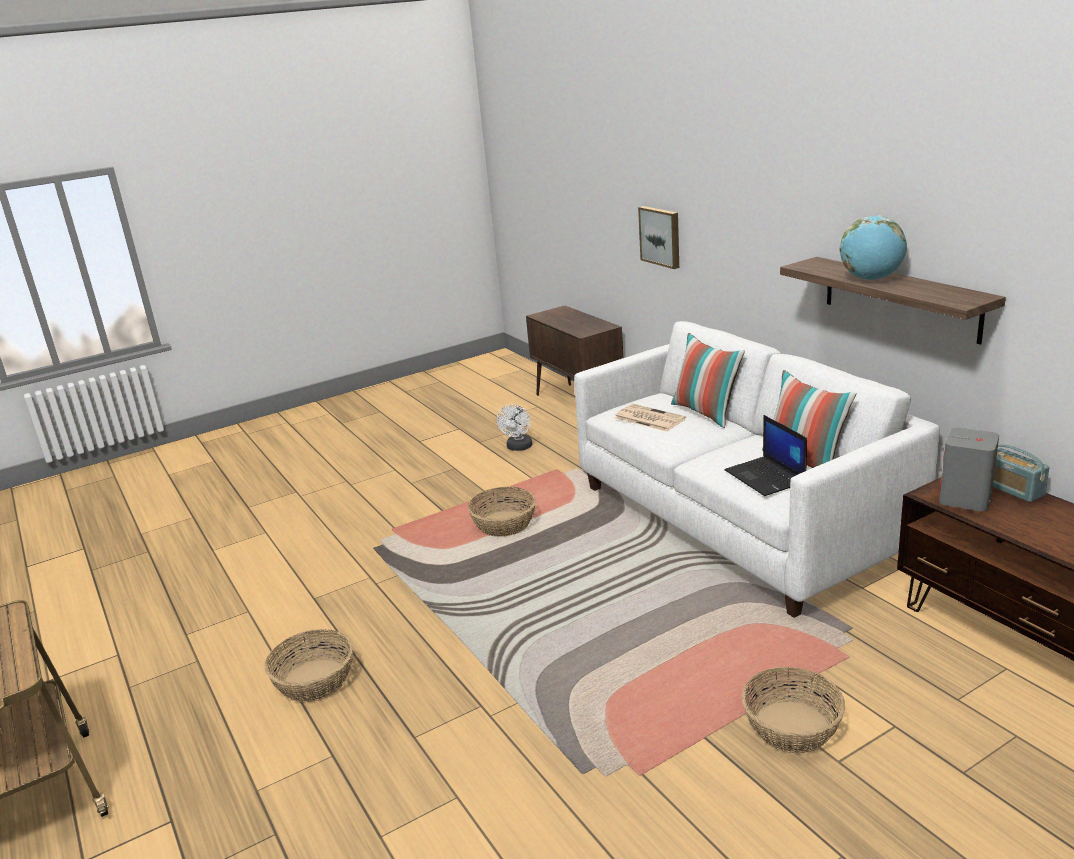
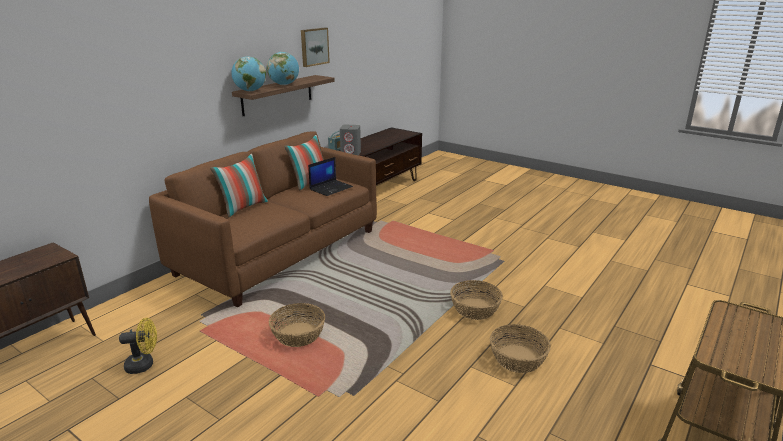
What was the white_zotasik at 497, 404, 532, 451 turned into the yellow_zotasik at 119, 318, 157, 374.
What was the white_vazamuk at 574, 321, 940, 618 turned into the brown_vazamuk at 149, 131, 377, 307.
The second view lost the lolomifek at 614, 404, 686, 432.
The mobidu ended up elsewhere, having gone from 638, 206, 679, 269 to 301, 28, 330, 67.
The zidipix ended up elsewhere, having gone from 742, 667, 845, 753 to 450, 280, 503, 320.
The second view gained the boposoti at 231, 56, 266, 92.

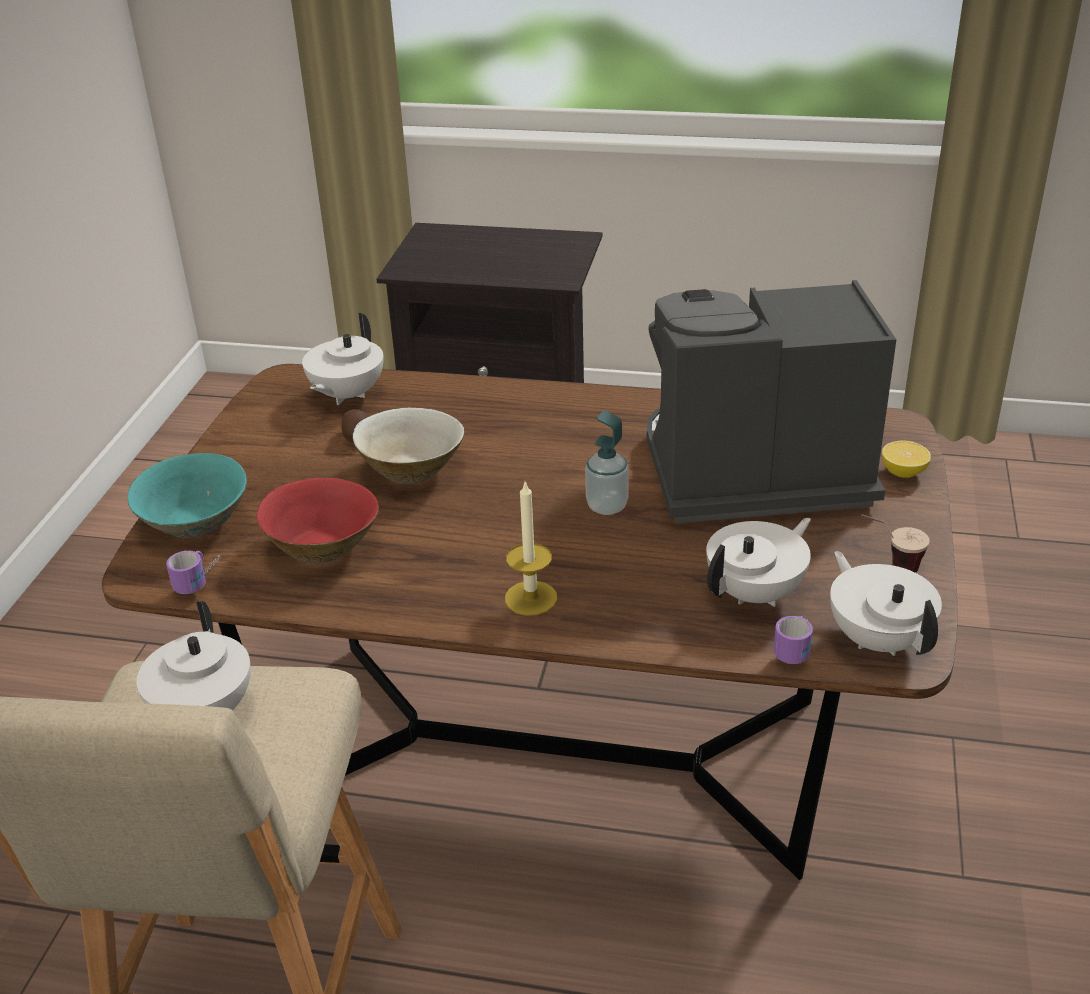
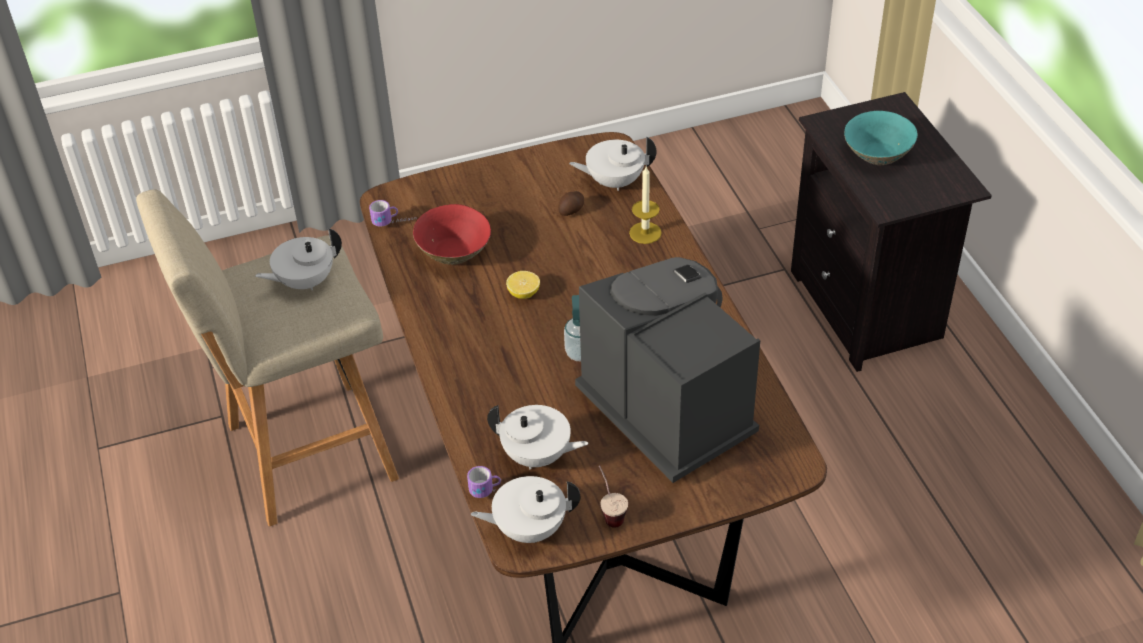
The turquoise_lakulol ended up elsewhere, having gone from 128, 453, 247, 538 to 844, 111, 918, 165.
The second view lost the beige_lakulol at 353, 408, 464, 484.
The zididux ended up elsewhere, having gone from 505, 481, 557, 616 to 629, 167, 662, 244.
The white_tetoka at 830, 551, 942, 656 ended up facing another way, 135 degrees counterclockwise from before.
The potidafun ended up elsewhere, having gone from 882, 441, 931, 478 to 506, 271, 540, 299.

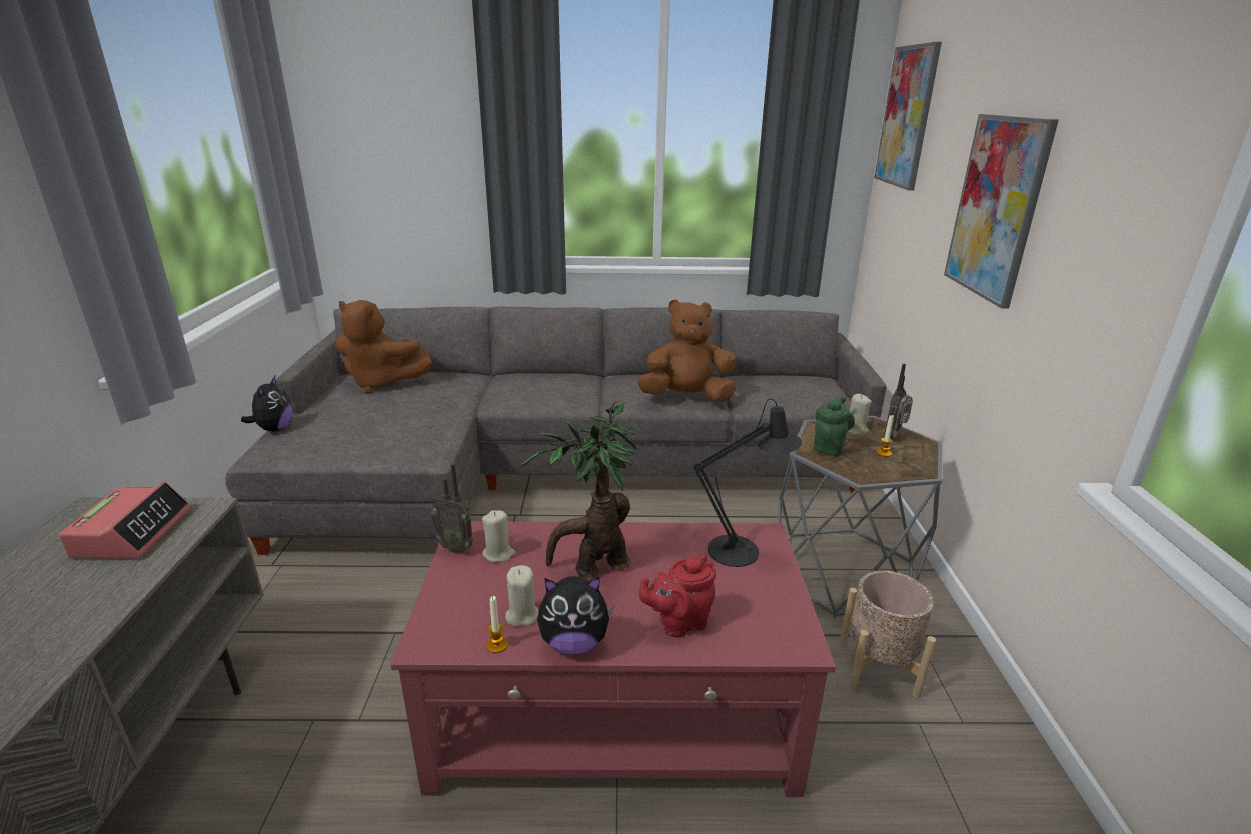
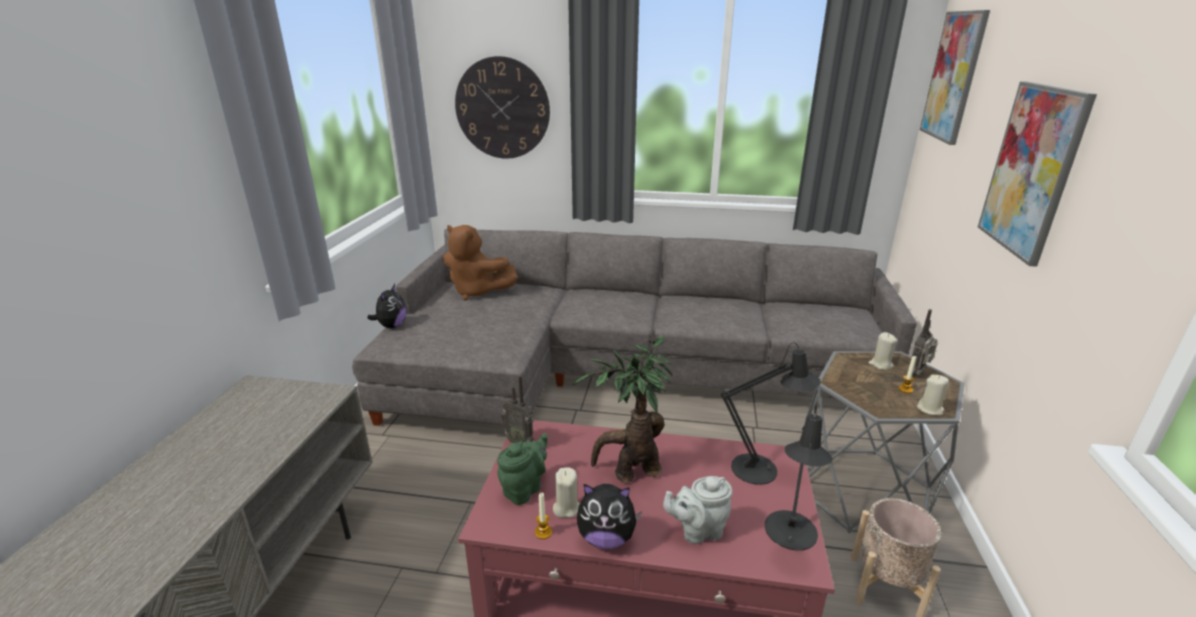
The second view lost the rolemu at 59, 482, 191, 558.
The beige_zididux ended up elsewhere, having gone from 482, 510, 515, 562 to 917, 375, 949, 416.
The second view lost the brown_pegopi at 637, 299, 736, 402.
What was the red_tetoka at 639, 556, 716, 637 turned into the grey_tetoka at 663, 476, 733, 544.
The green_tetoka ended up elsewhere, having gone from 814, 396, 855, 456 to 497, 433, 548, 505.
The second view gained the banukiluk at 455, 56, 550, 159.
The second view gained the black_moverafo at 765, 402, 832, 551.

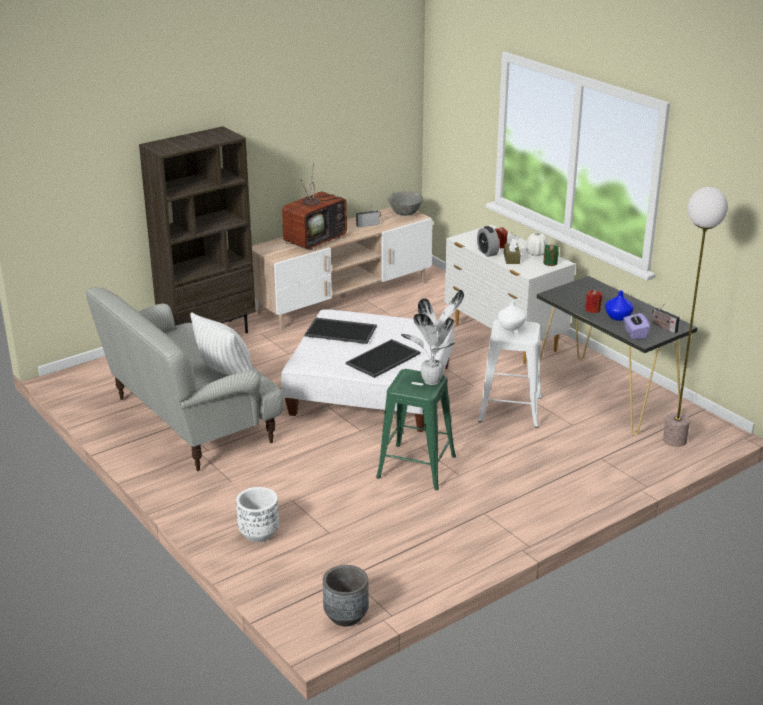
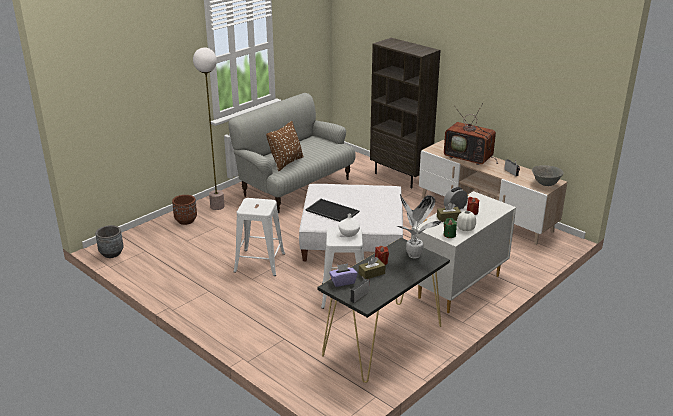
What was the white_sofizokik at 190, 313, 252, 375 turned into the brown_sofizokik at 266, 121, 304, 171.
What was the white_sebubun at 236, 487, 279, 542 turned into the brown_sebubun at 172, 195, 197, 225.
The second view lost the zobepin at 304, 318, 377, 344.
What was the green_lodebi at 376, 369, 456, 490 turned into the white_lodebi at 234, 198, 285, 276.
The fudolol ended up elsewhere, having gone from 401, 290, 464, 385 to 397, 194, 441, 258.
Where the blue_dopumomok stood at 605, 290, 634, 321, the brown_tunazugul came to stand at 359, 257, 386, 279.
The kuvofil ended up elsewhere, having gone from 663, 187, 728, 447 to 193, 47, 225, 210.

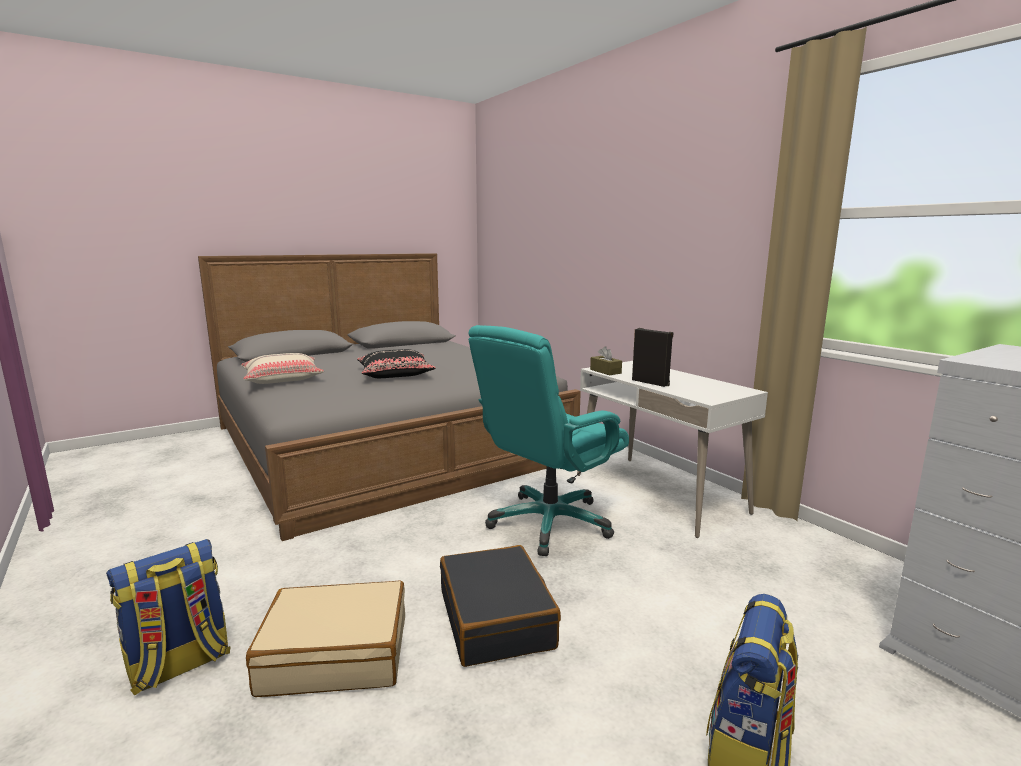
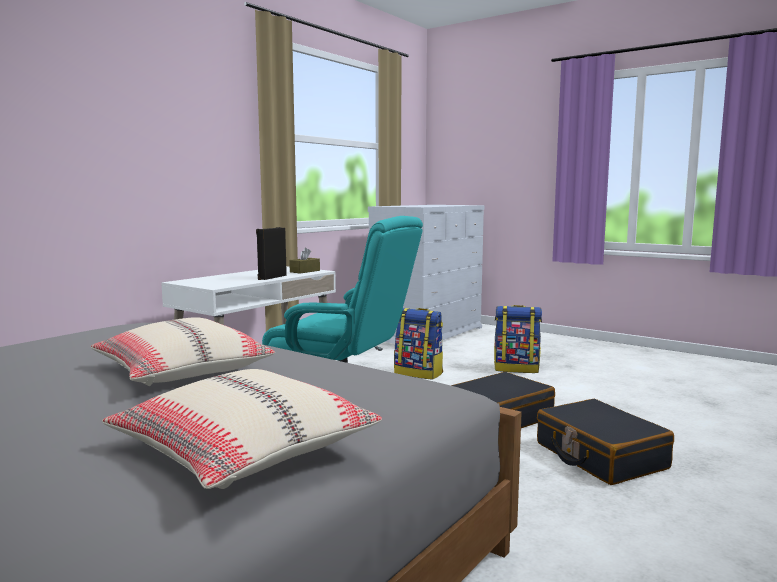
The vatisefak ended up elsewhere, having gone from 106, 539, 231, 696 to 394, 308, 443, 380.
What was the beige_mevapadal at 246, 580, 405, 697 turned into the black_mevapadal at 537, 399, 674, 485.
What was the black_sofizokik at 357, 349, 436, 378 turned into the beige_sofizokik at 91, 317, 275, 386.
The brown_tunazugul ended up elsewhere, having gone from 590, 346, 622, 375 to 289, 248, 320, 273.

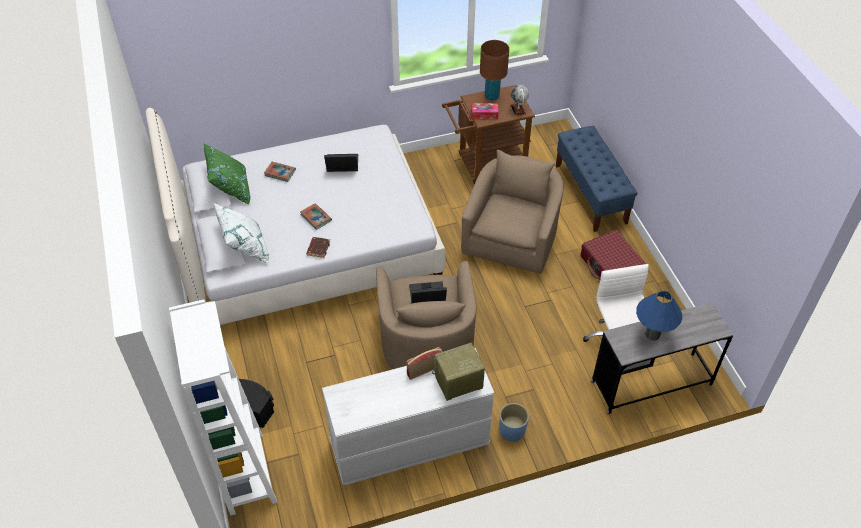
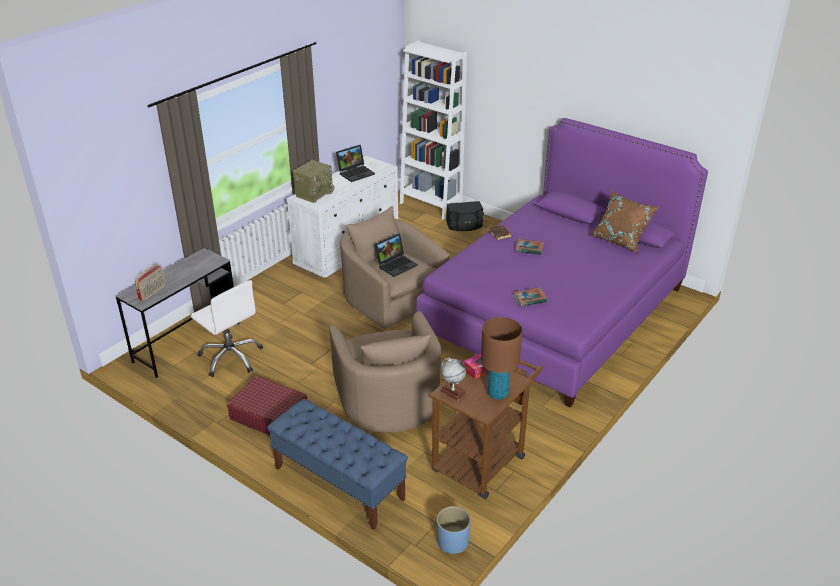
What was the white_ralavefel at 146, 108, 445, 325 turned into the purple_ralavefel at 416, 118, 708, 407.
What was the green_sofizokik at 204, 144, 250, 204 turned into the brown_sofizokik at 589, 190, 659, 253.
The second view lost the white_sofizokik at 214, 203, 269, 263.
The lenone ended up elsewhere, having gone from 264, 162, 296, 182 to 513, 287, 547, 306.
The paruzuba ended up elsewhere, having gone from 324, 154, 358, 172 to 336, 145, 375, 182.
The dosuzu ended up elsewhere, having gone from 407, 347, 443, 380 to 135, 265, 166, 301.
The blue_sebubun ended up elsewhere, having gone from 499, 403, 529, 442 to 437, 506, 471, 554.
The second view lost the blue_moverafo at 636, 290, 682, 341.

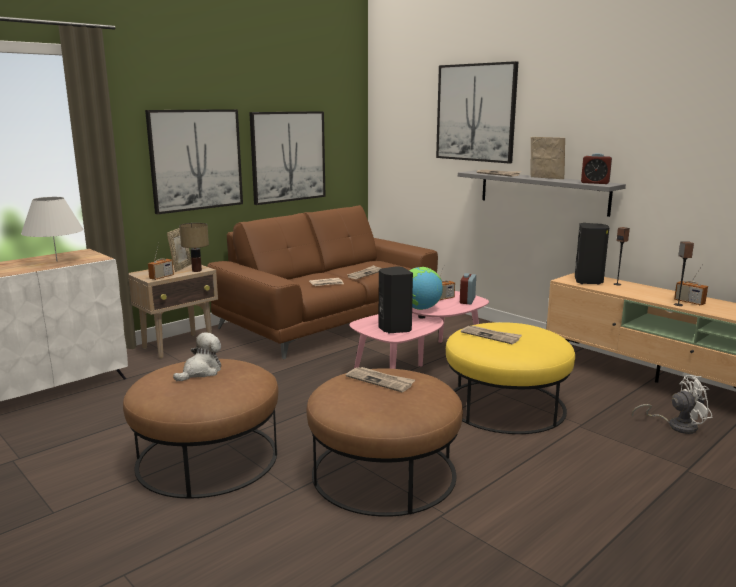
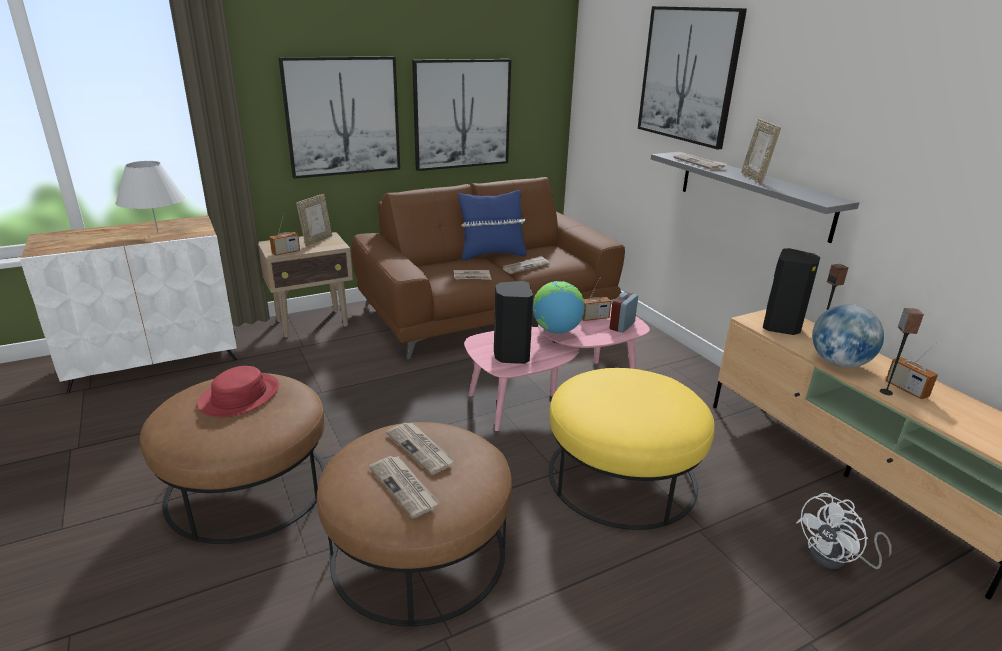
Where the pegopi stood at 173, 332, 221, 381, the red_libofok came to stand at 197, 366, 279, 417.
The second view lost the moverafo at 179, 223, 209, 272.
The lolomifek ended up elsewhere, having gone from 461, 326, 522, 344 to 369, 456, 440, 519.
The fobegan at 531, 137, 565, 179 ended up facing another way, 150 degrees counterclockwise from before.
The second view lost the rolemu at 581, 153, 612, 184.
The white_zotasik at 632, 375, 713, 434 ended up facing another way, 135 degrees clockwise from before.
The second view gained the blue_sofizokik at 458, 190, 526, 261.
The second view gained the boposoti at 812, 304, 884, 368.

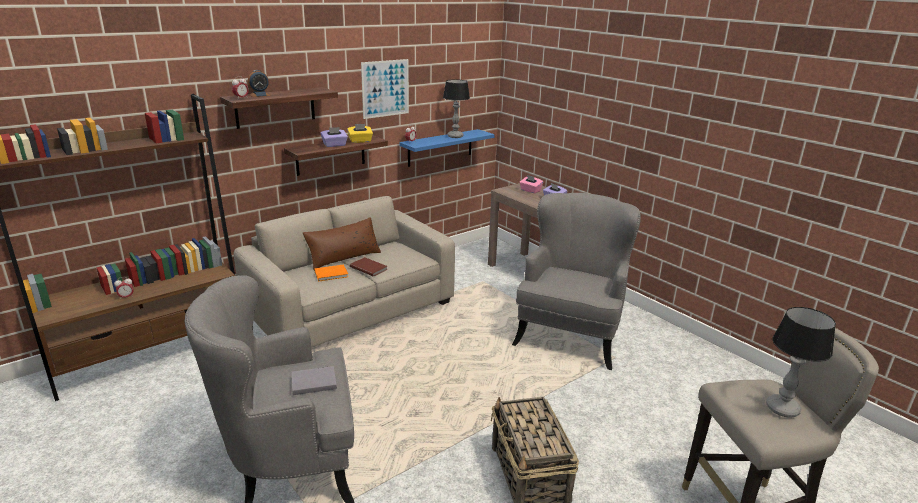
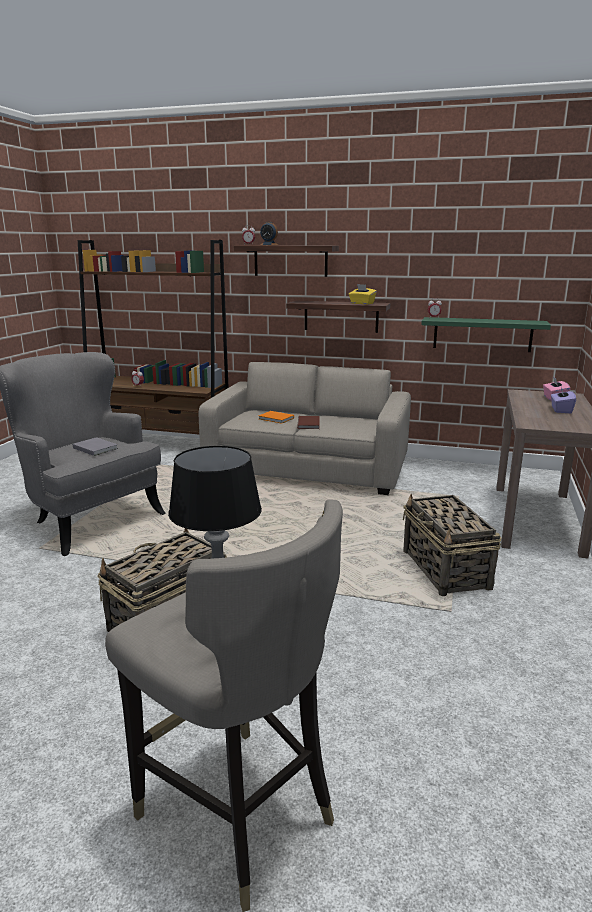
The second view lost the brown_sofizokik at 303, 217, 381, 270.
The second view lost the purple_tunazugul at 321, 127, 348, 147.
The second view lost the mobidu at 361, 59, 409, 119.
What was the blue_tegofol at 399, 129, 495, 167 turned into the green_tegofol at 421, 317, 551, 352.
The second view lost the moverafo at 443, 79, 470, 138.
Where the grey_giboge stood at 512, 193, 641, 370, the zidipix came to stand at 403, 494, 502, 596.

